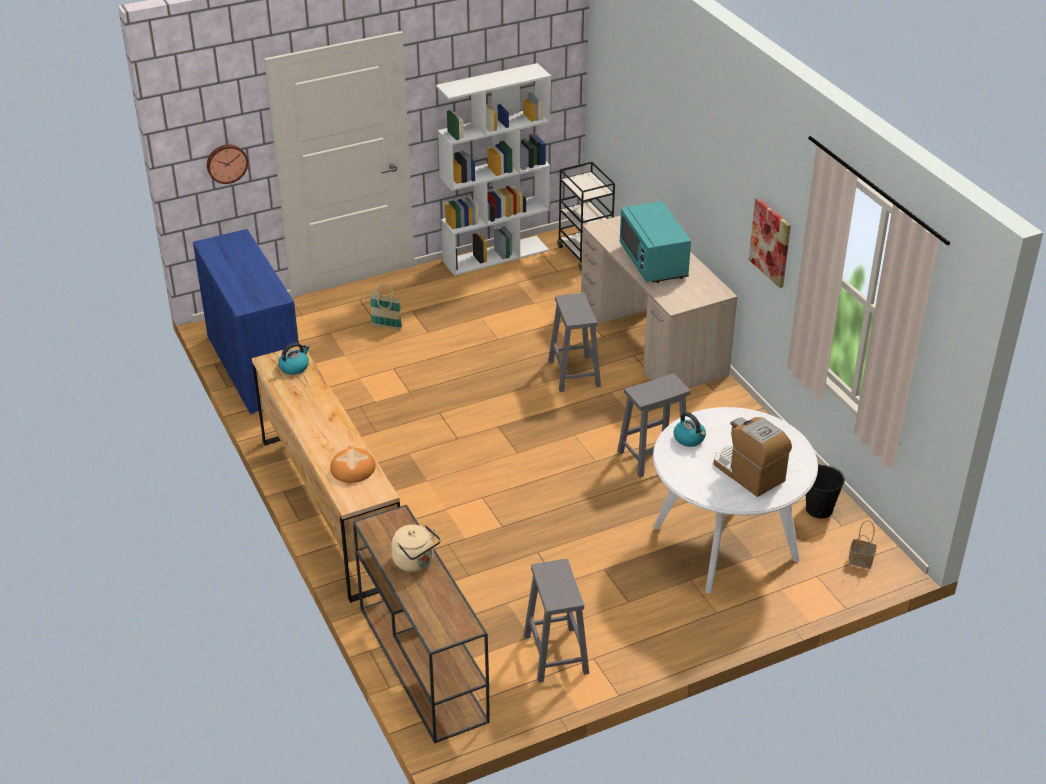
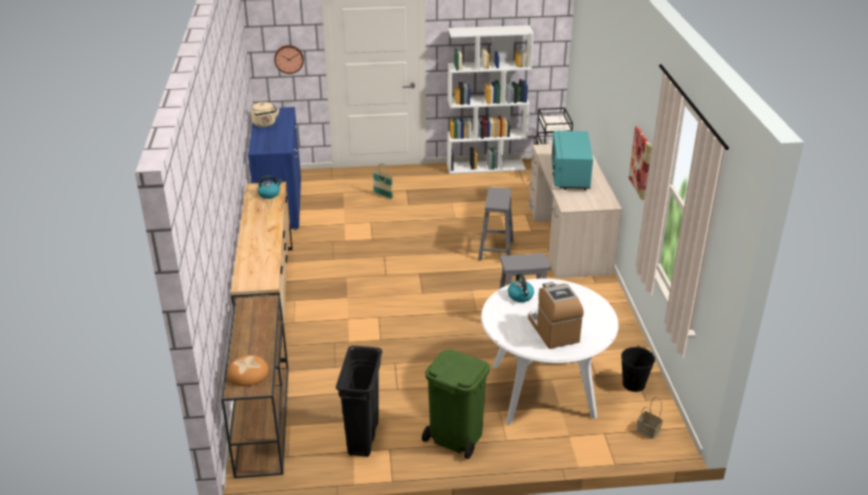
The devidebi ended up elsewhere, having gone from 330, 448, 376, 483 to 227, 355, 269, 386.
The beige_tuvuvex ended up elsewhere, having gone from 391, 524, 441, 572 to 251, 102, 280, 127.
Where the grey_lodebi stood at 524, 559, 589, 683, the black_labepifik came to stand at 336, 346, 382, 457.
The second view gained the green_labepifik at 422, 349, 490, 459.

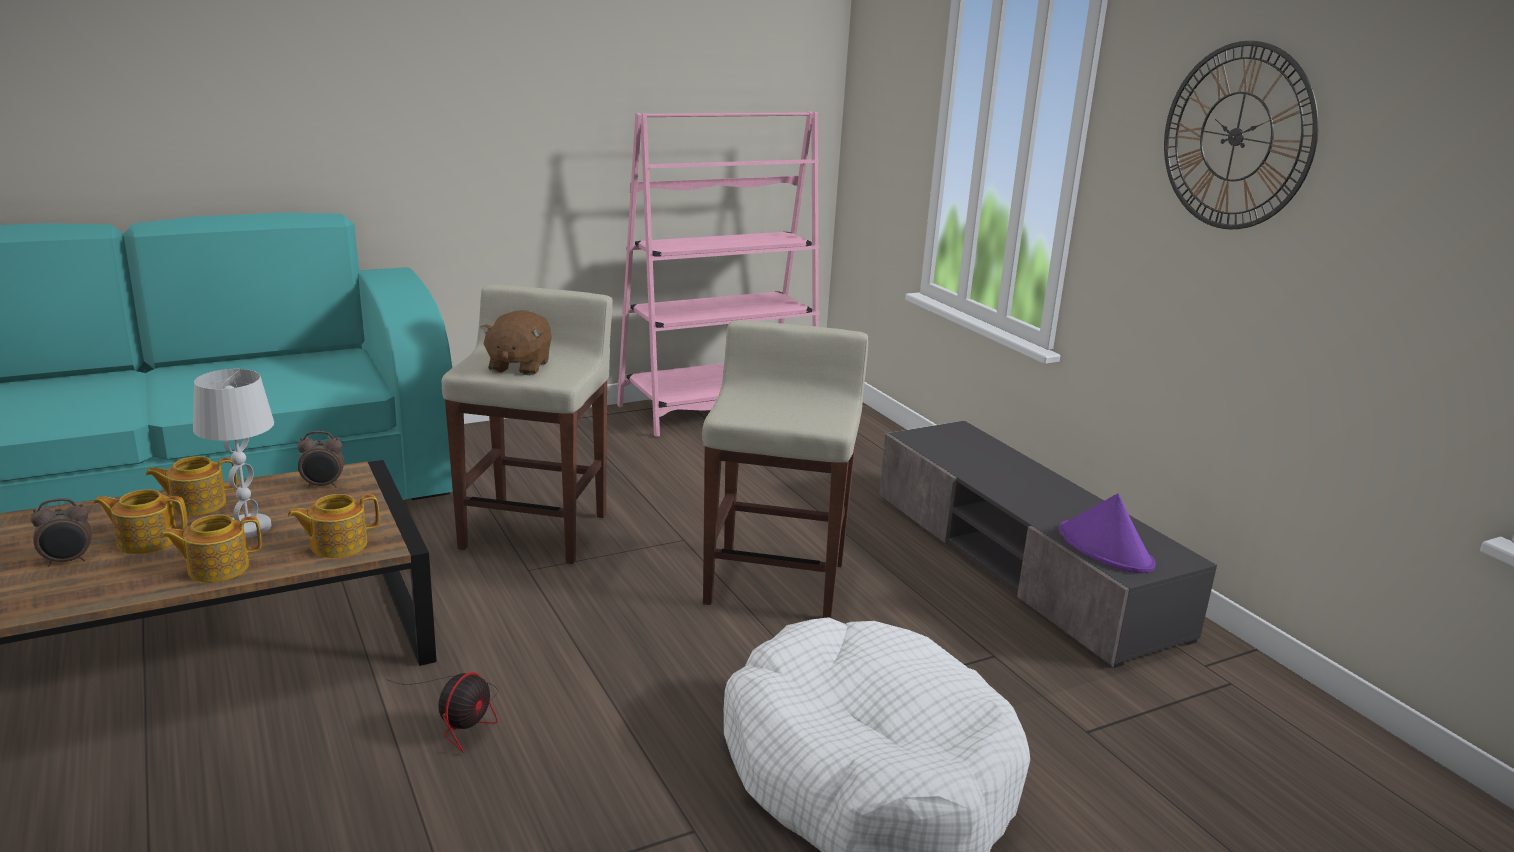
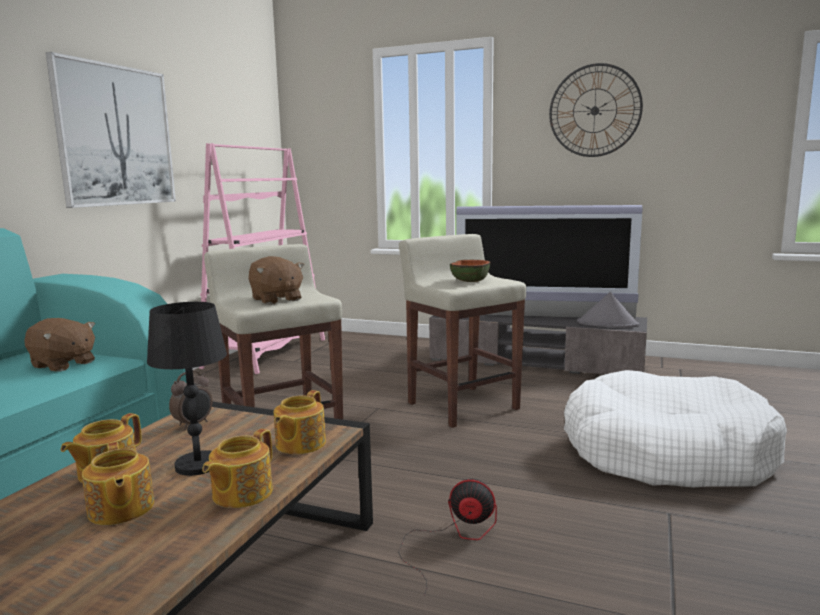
The second view lost the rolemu at 31, 498, 92, 566.
The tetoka at 93, 489, 188, 554 ended up facing another way, 75 degrees counterclockwise from before.
What was the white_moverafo at 193, 369, 274, 538 turned into the black_moverafo at 147, 302, 227, 476.
The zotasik at 386, 672, 498, 753 ended up facing another way, 60 degrees counterclockwise from before.
What was the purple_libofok at 1058, 493, 1156, 573 turned into the grey_libofok at 577, 292, 639, 328.
The second view gained the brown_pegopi at 24, 318, 95, 372.
The second view gained the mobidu at 46, 52, 176, 208.
The second view gained the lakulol at 450, 260, 491, 282.
The second view gained the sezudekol at 456, 205, 642, 319.

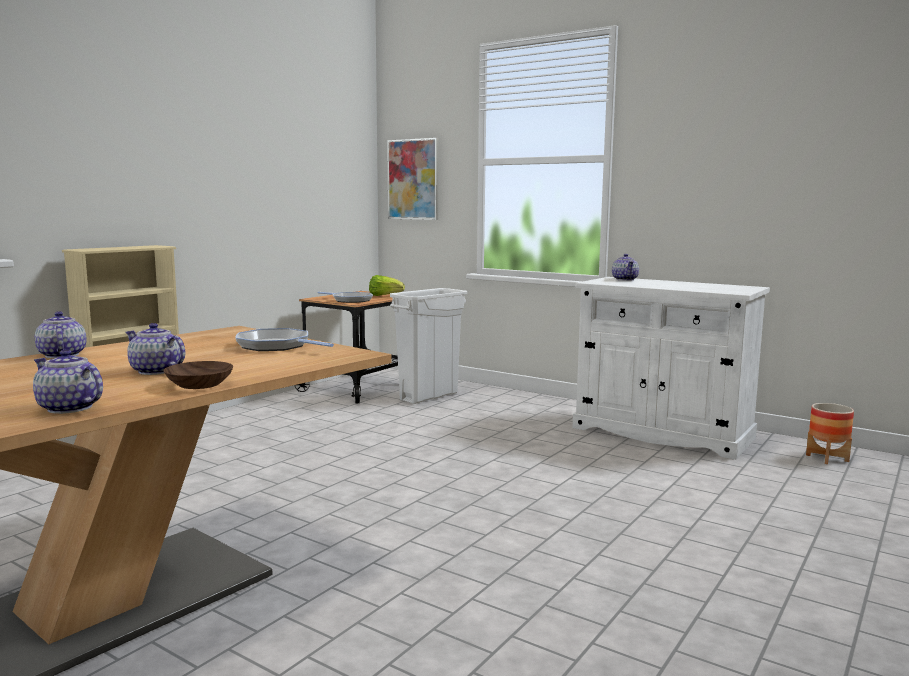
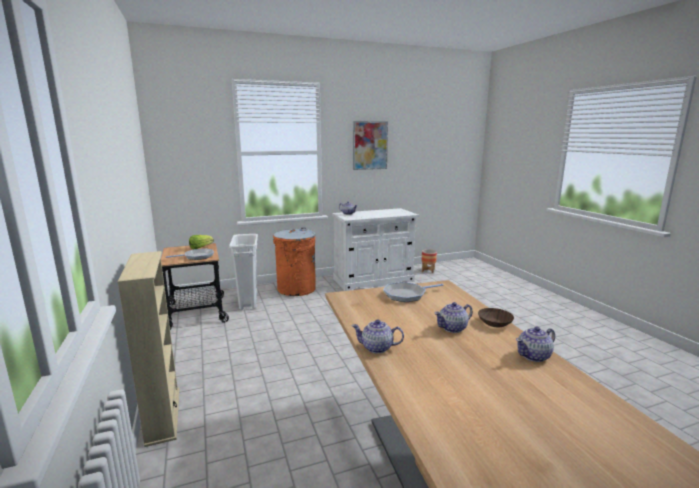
The mobidu ended up elsewhere, having gone from 387, 138, 438, 220 to 353, 121, 388, 170.
The second view gained the orange_labepifik at 273, 227, 316, 296.

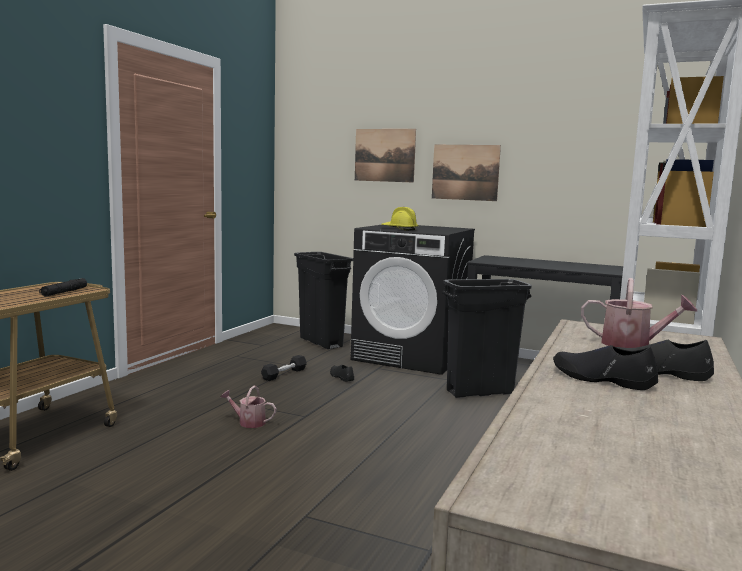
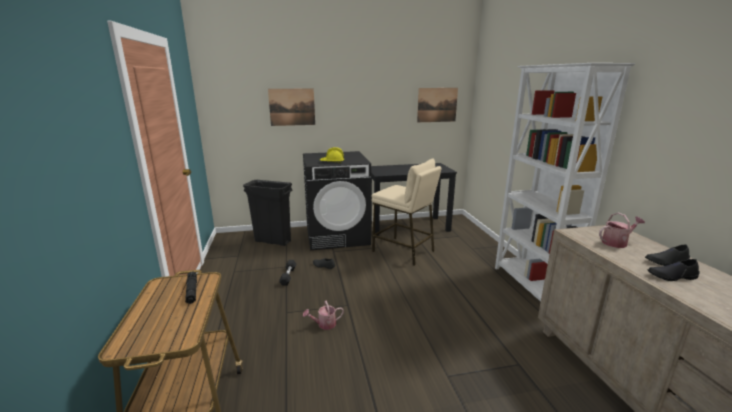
The mobidu ended up elsewhere, having gone from 432, 145, 501, 201 to 417, 88, 458, 122.
Where the black_labepifik stood at 442, 279, 532, 398, the beige_lodebi came to stand at 371, 158, 442, 266.

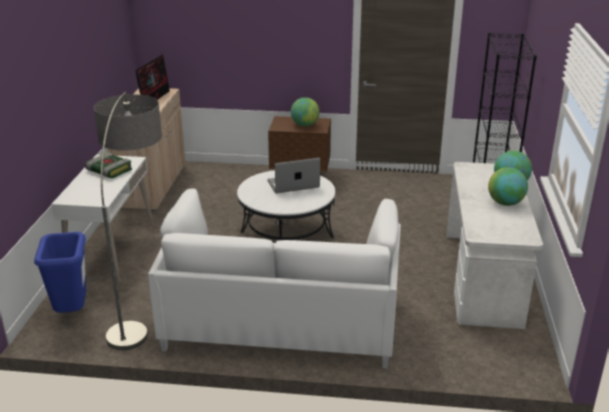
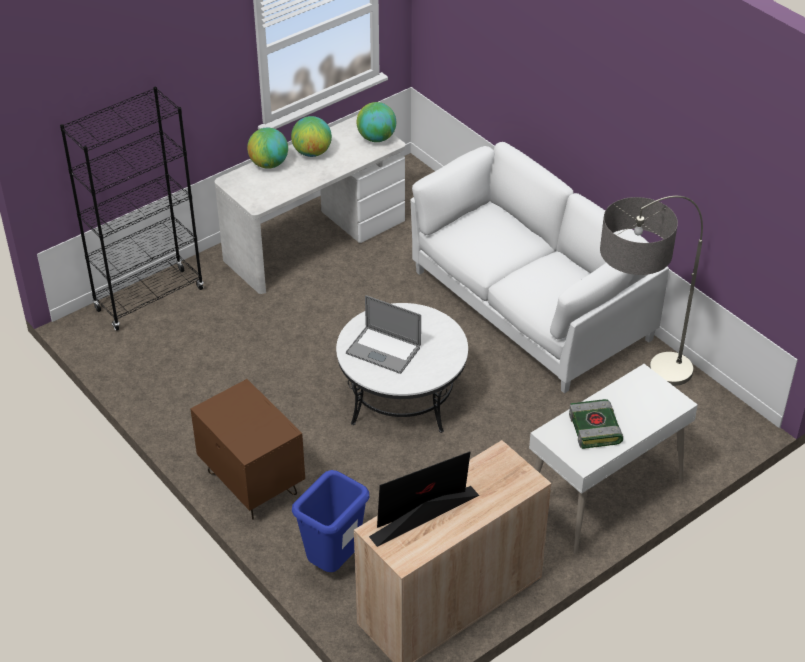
The blue_labepifik ended up elsewhere, having gone from 34, 232, 86, 313 to 292, 470, 369, 572.
The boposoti ended up elsewhere, having gone from 291, 97, 320, 127 to 357, 102, 396, 142.

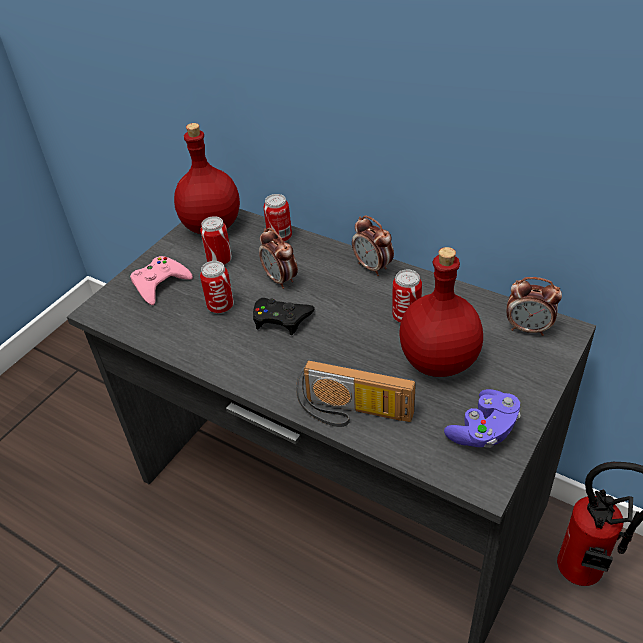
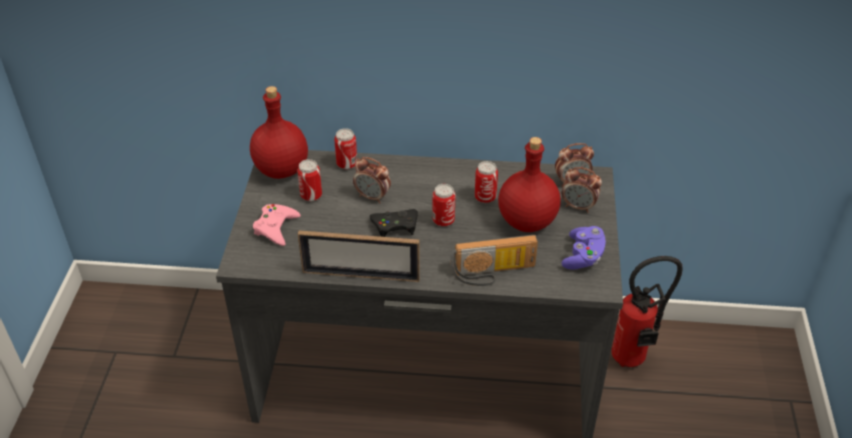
The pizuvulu ended up elsewhere, having gone from 200, 261, 234, 313 to 432, 184, 455, 226.
The rolemu ended up elsewhere, having gone from 352, 216, 394, 276 to 562, 167, 602, 213.
The second view gained the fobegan at 298, 231, 420, 282.

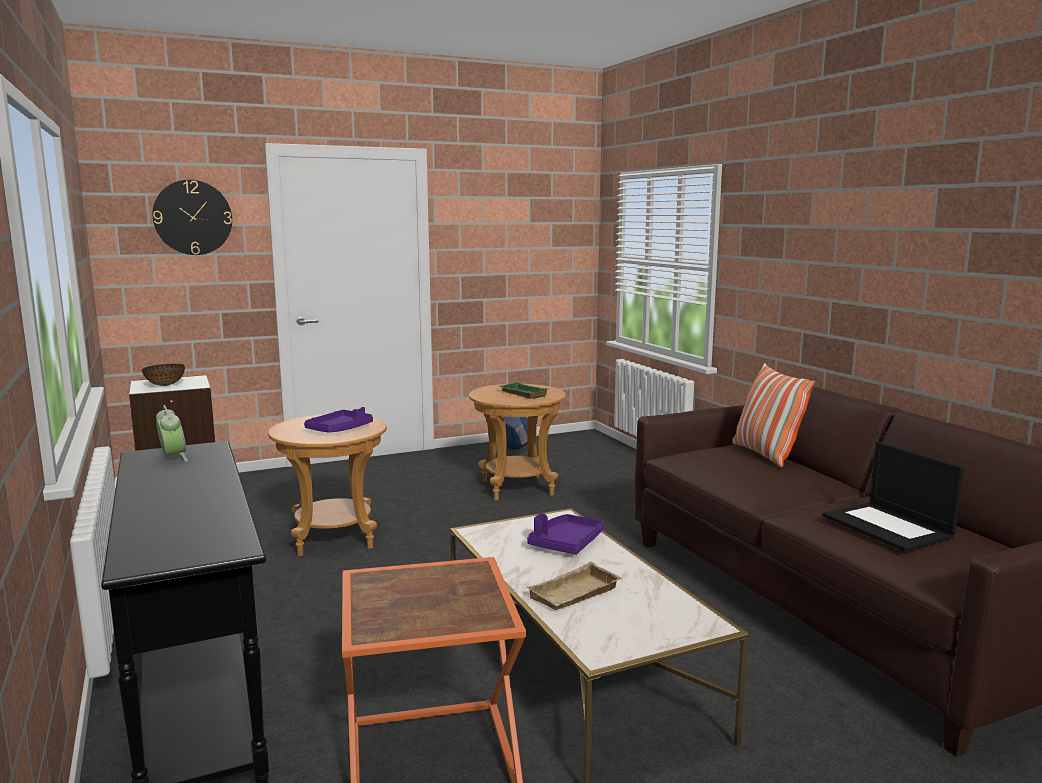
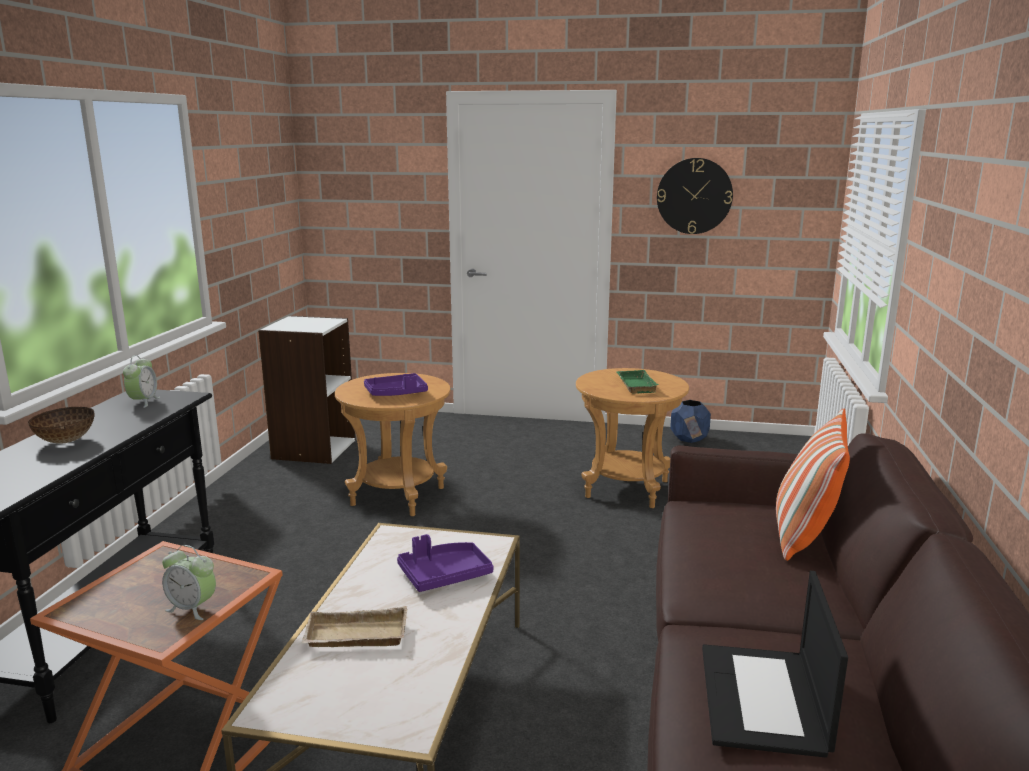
The lakulol ended up elsewhere, having gone from 142, 364, 185, 386 to 28, 407, 94, 444.
The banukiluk ended up elsewhere, having gone from 153, 180, 232, 255 to 657, 158, 733, 234.
The second view gained the rolemu at 162, 545, 216, 620.

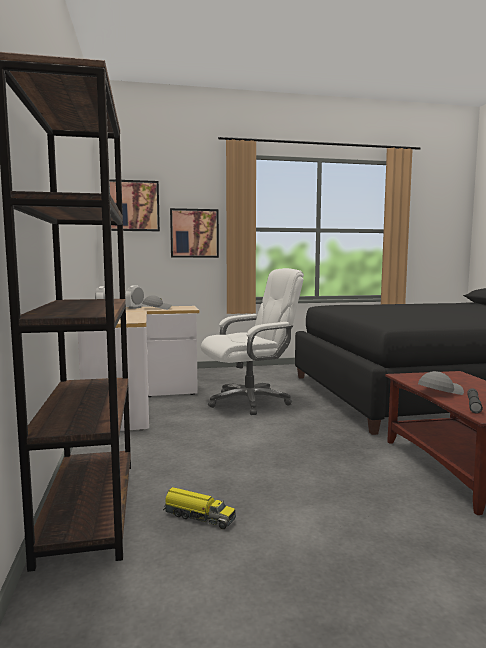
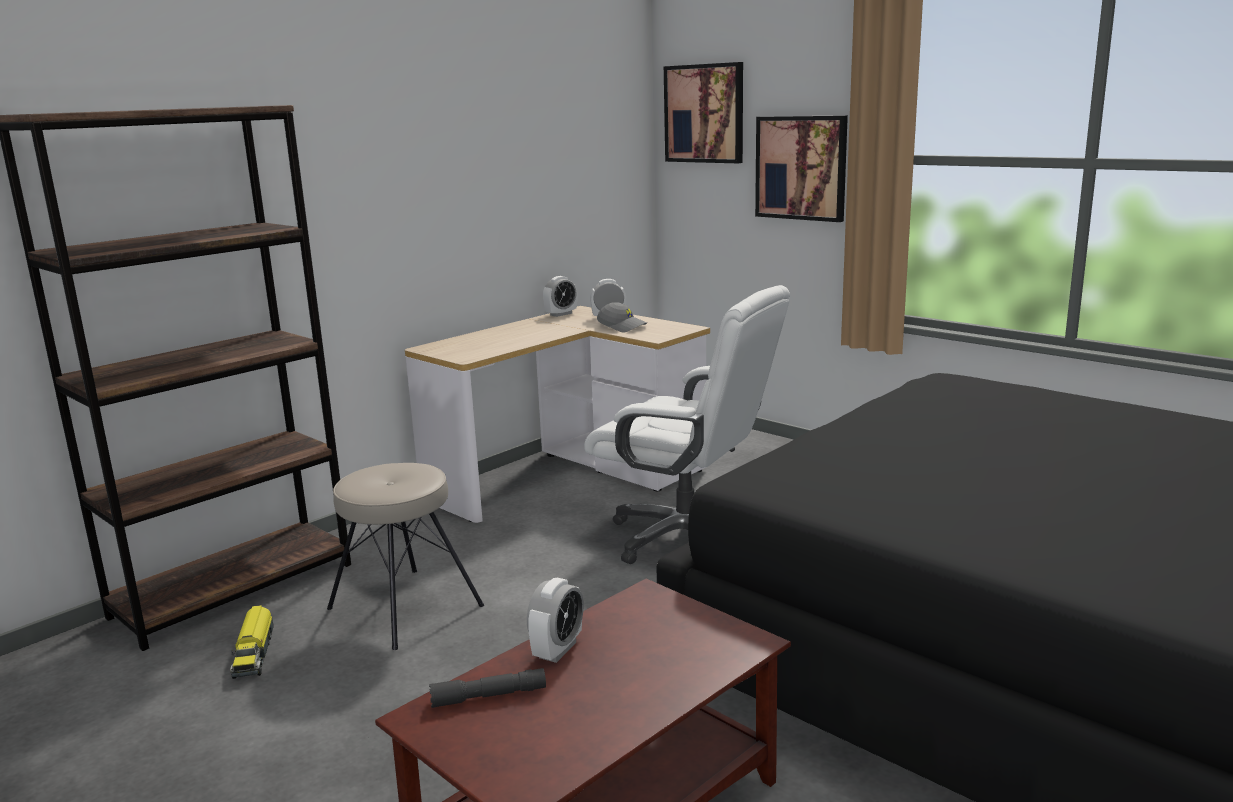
Where the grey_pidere stood at 418, 371, 464, 395, the rolemu came to stand at 527, 578, 584, 663.
The second view gained the beige_lodebi at 327, 463, 484, 650.

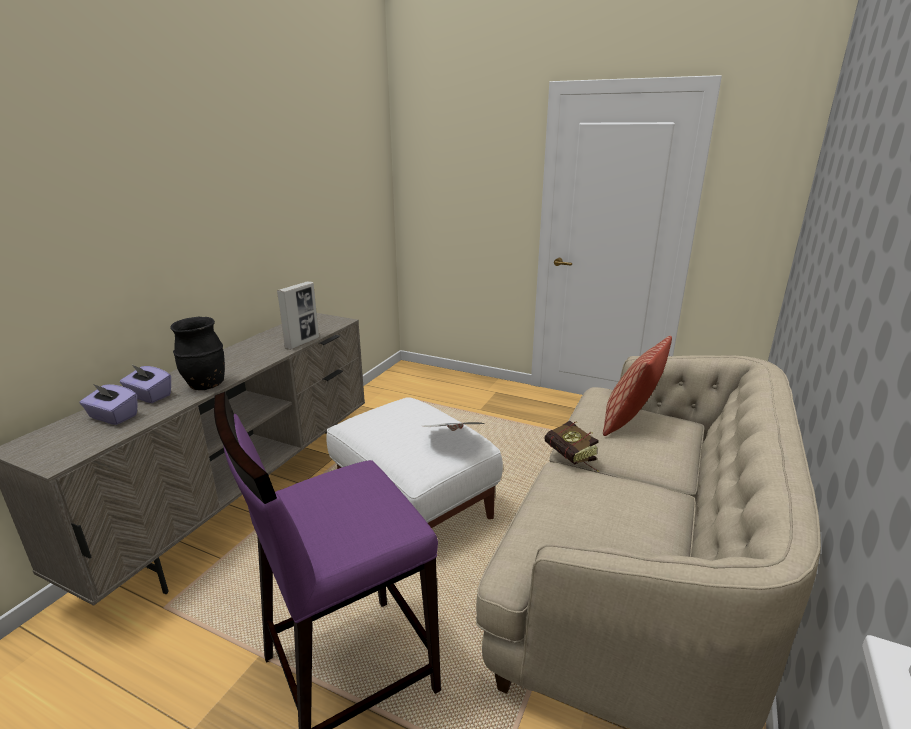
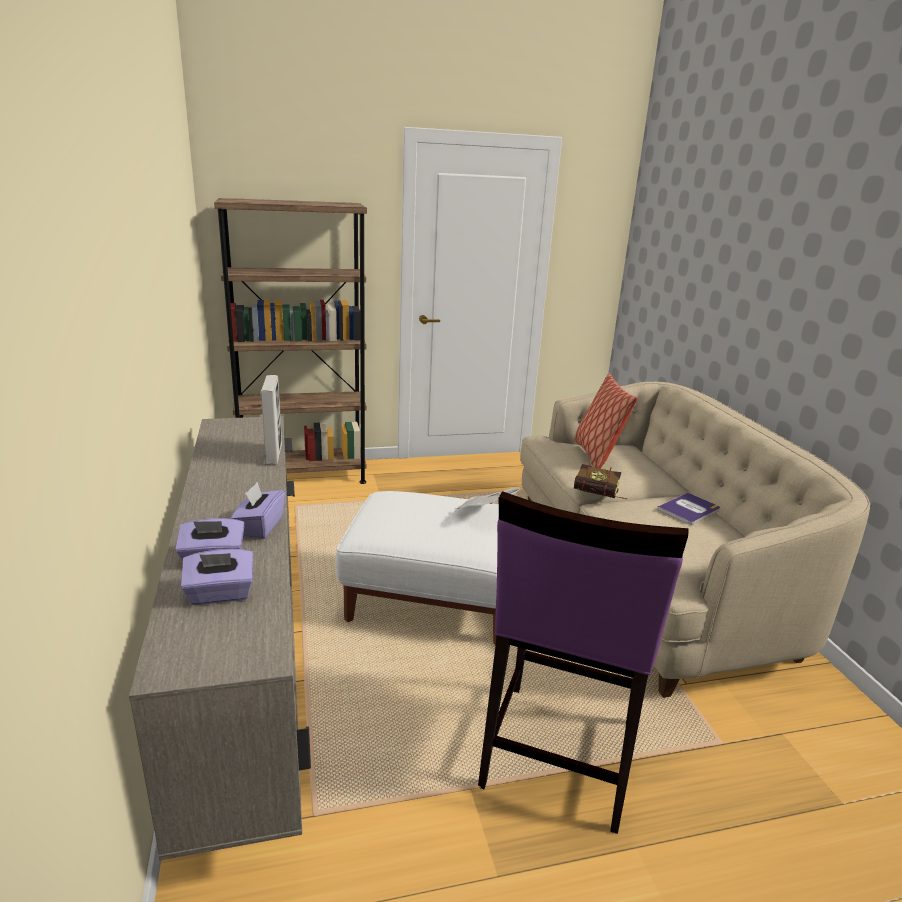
Where the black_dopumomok stood at 170, 317, 225, 390, the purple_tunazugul came to stand at 230, 482, 285, 539.
The second view gained the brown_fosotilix at 214, 198, 367, 484.
The second view gained the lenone at 657, 493, 720, 525.

